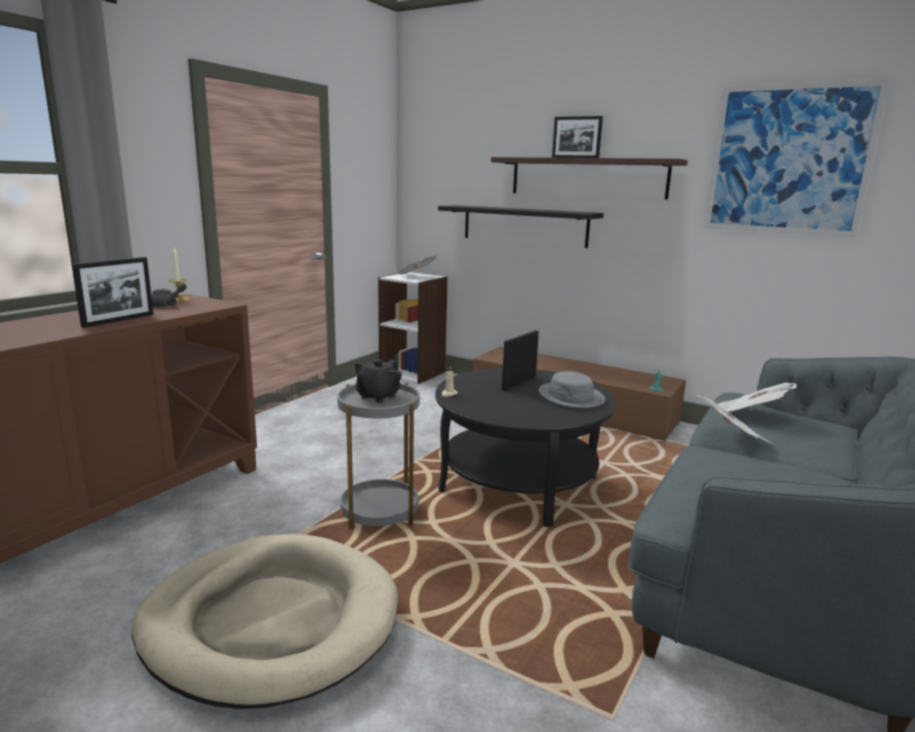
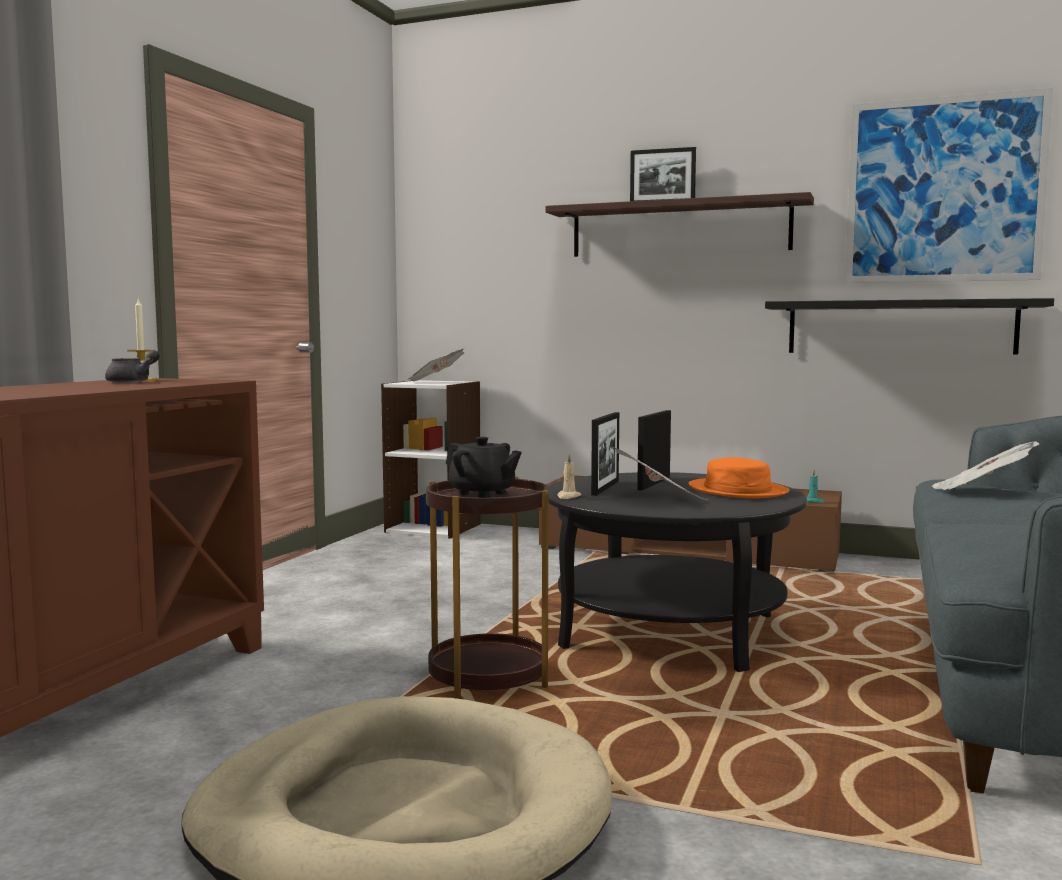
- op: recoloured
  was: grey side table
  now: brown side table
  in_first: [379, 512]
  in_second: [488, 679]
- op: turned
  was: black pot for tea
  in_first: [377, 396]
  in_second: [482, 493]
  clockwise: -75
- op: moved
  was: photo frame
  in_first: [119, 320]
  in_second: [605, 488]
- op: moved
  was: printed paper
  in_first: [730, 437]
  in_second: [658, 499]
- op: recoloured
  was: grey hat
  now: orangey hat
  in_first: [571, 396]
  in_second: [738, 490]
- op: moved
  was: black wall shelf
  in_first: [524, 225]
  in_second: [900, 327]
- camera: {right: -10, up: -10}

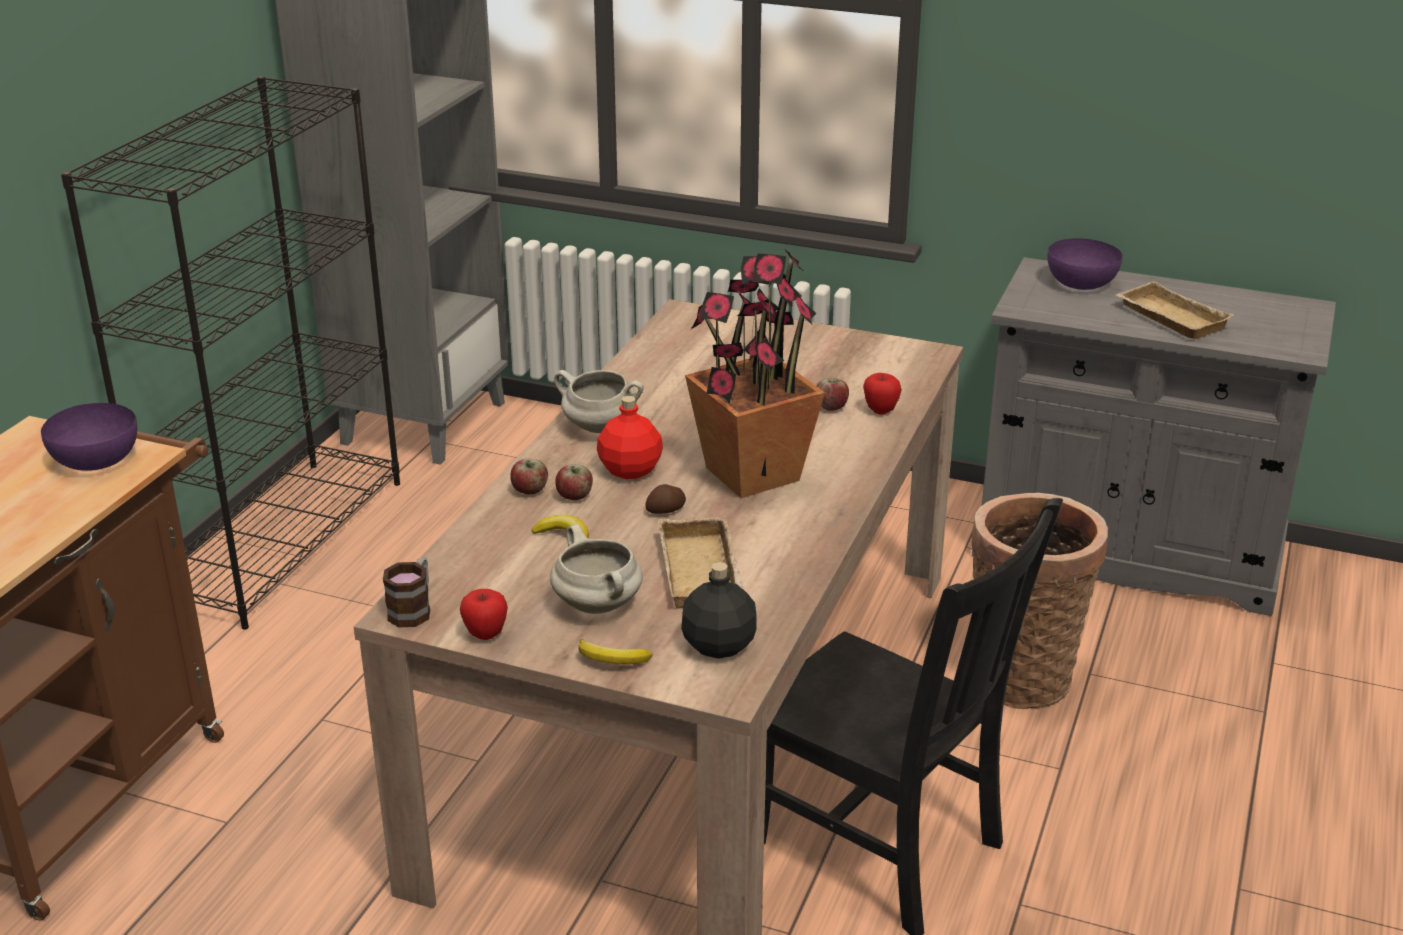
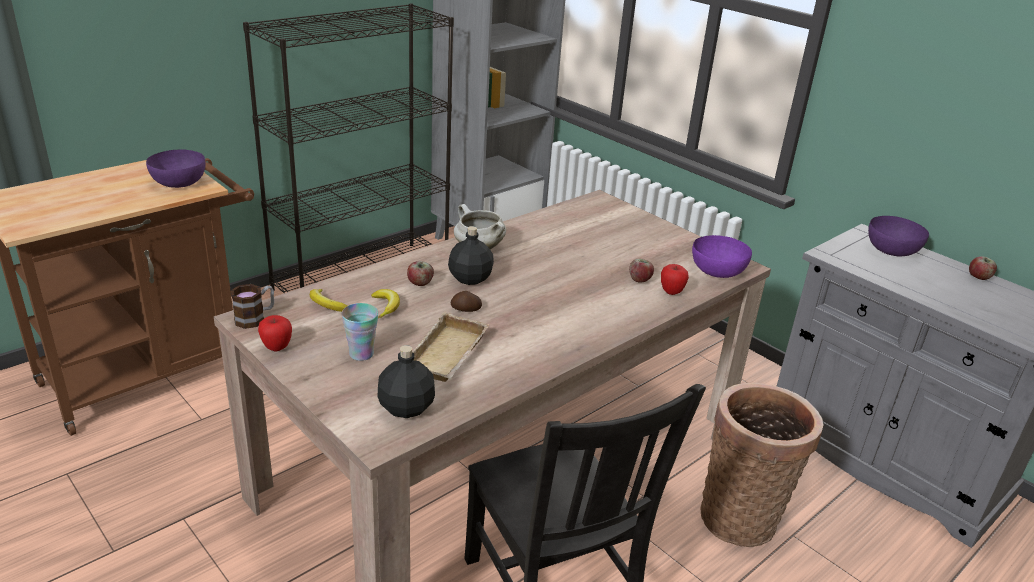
- op: moved
  was: whole banana
  in_first: [612, 660]
  in_second: [327, 305]
- op: replaced
  was: whitish saucepot
  now: small cup
  in_first: [599, 605]
  in_second: [361, 354]
- op: recoloured
  was: red beverage bottle
  now: black beverage bottle
  in_first: [629, 470]
  in_second: [469, 278]
- op: added
  now: purple-coloured deep dish
  in_second: [717, 271]
- op: moved
  was: apple fruit
  in_first: [530, 491]
  in_second: [979, 277]
- op: removed
  was: plant in a pot
  in_first: [751, 473]
- op: removed
  was: beige carrying tray
  in_first: [1168, 318]
- camera: {right: 25, up: 0}

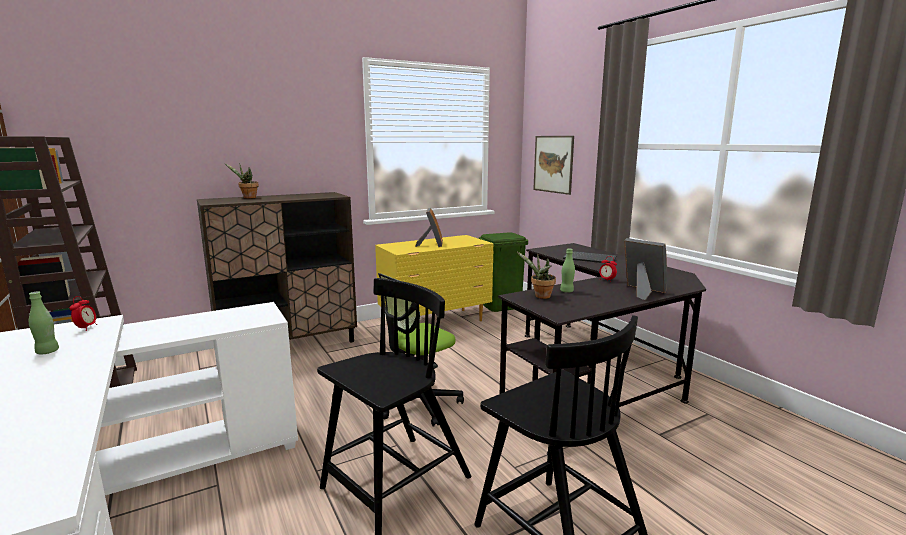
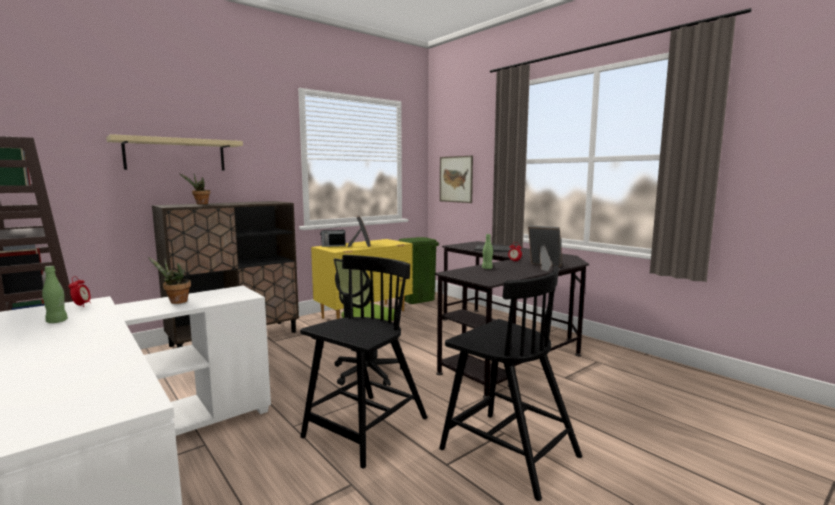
- op: added
  now: beige wall shelf
  in_second: [175, 155]
- op: moved
  was: plant in a pot
  in_first: [540, 296]
  in_second: [176, 302]
- op: added
  now: radio receiver
  in_second: [333, 246]
- camera: {right: -10, up: -5}

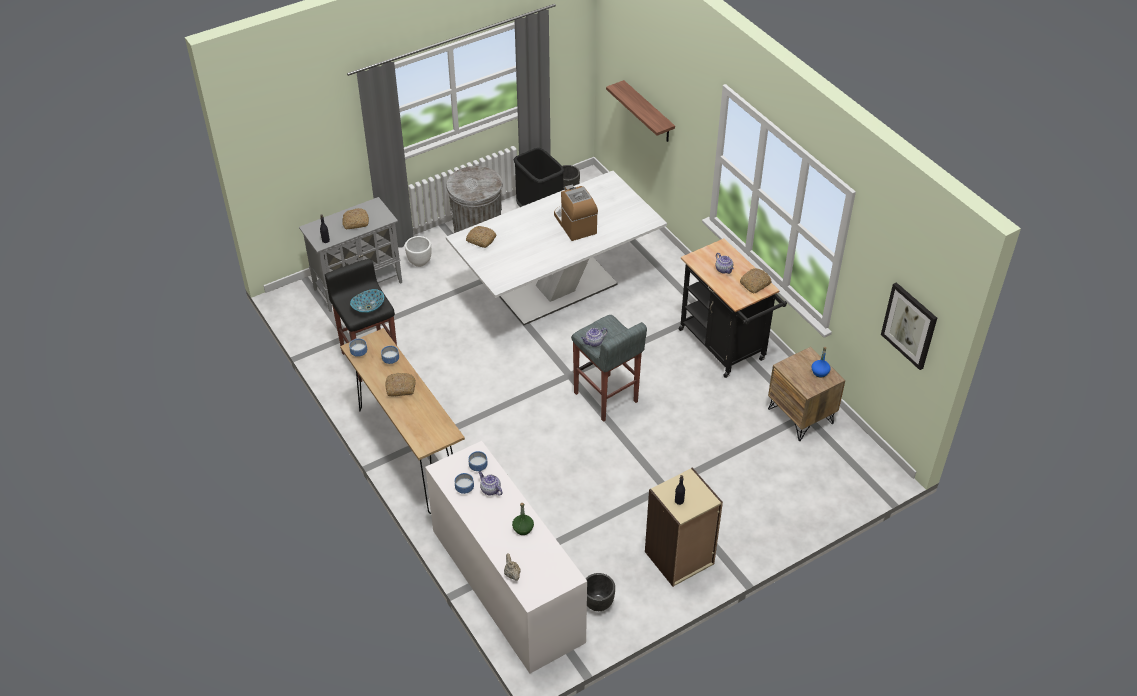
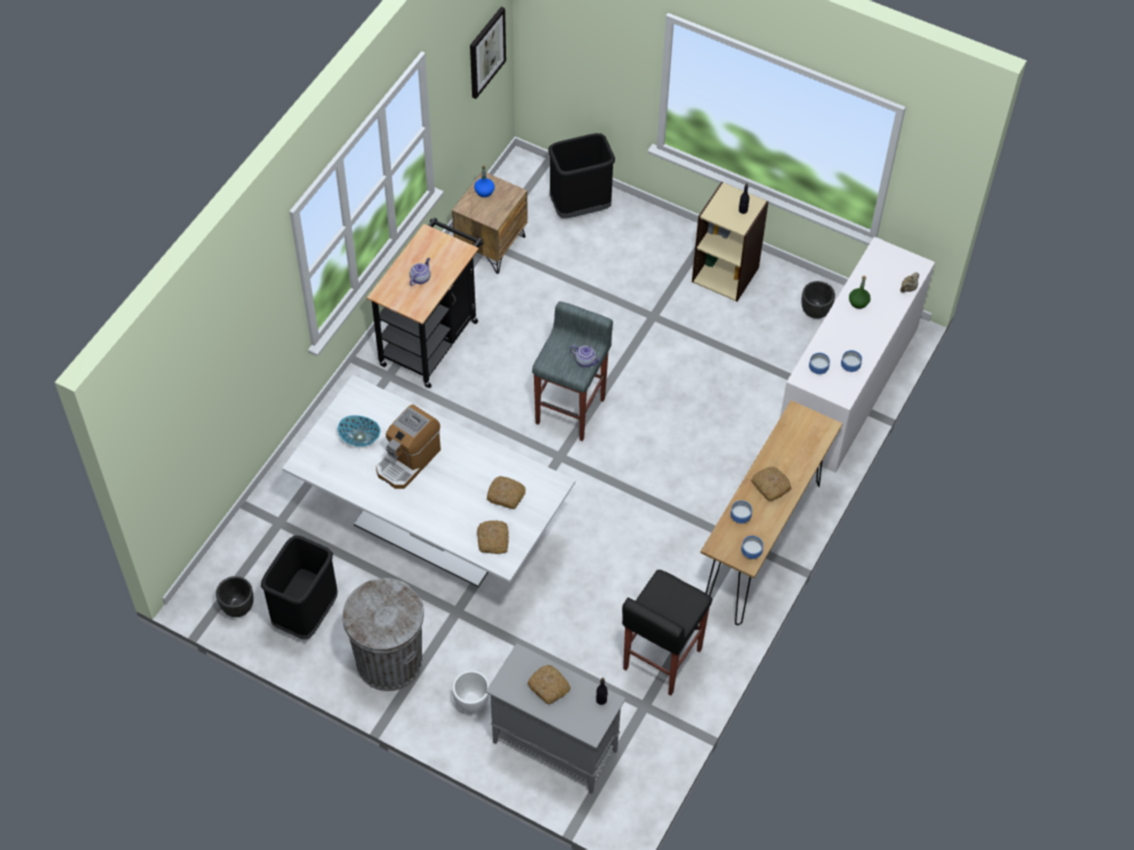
- op: moved
  was: deep dish
  in_first: [368, 307]
  in_second: [360, 437]
- op: moved
  was: baked bread
  in_first: [755, 284]
  in_second: [506, 495]
- op: added
  now: black rubbish bin
  in_second: [580, 207]
- op: removed
  was: pot for tea
  in_first: [490, 489]
- op: removed
  was: wall shelf
  in_first: [648, 112]
- camera: {right: -120, up: 10}

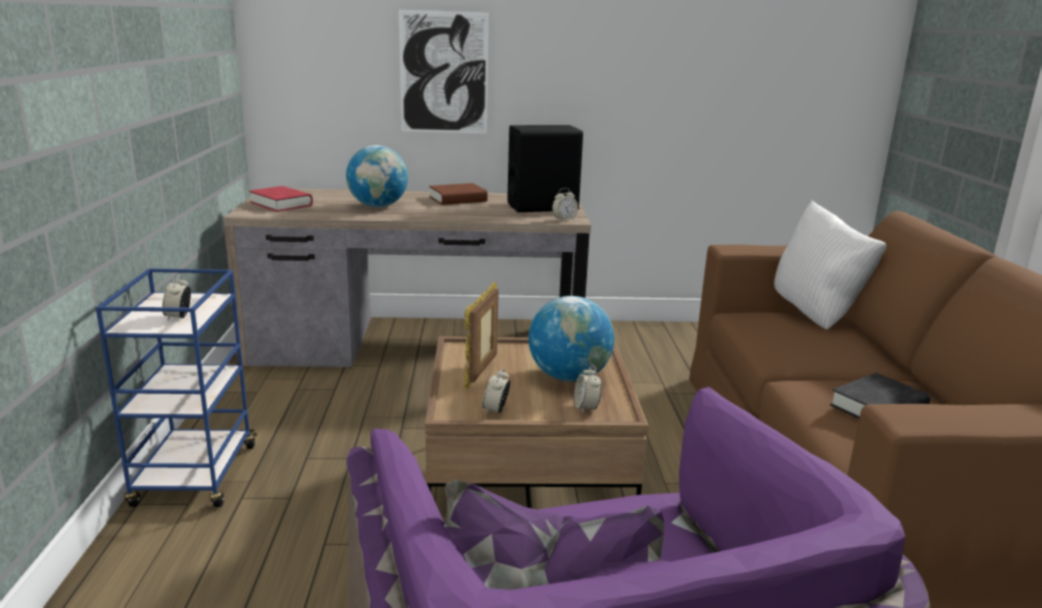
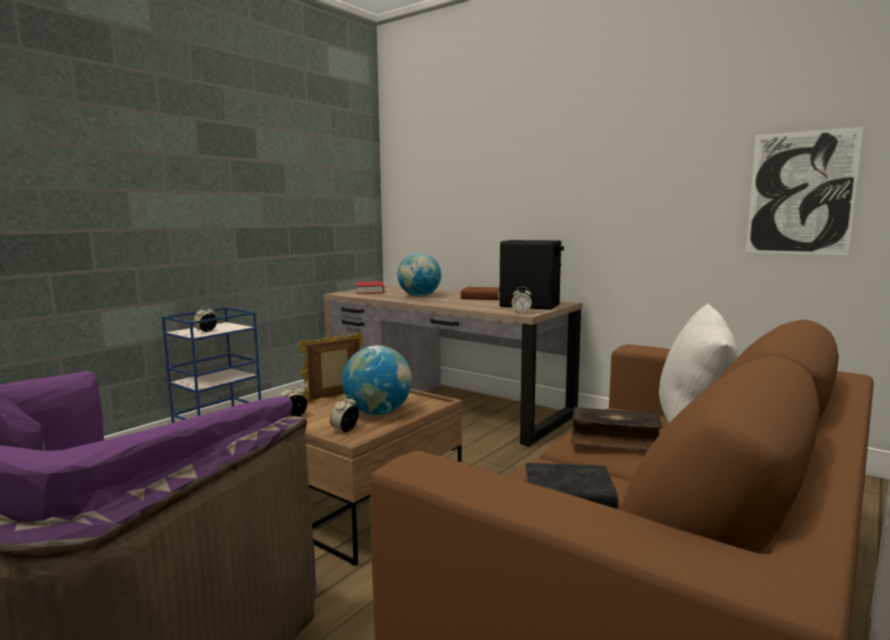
- op: added
  now: bound book
  in_second: [614, 439]
- op: moved
  was: picture
  in_first: [444, 73]
  in_second: [800, 193]
- camera: {right: 40, up: -10}

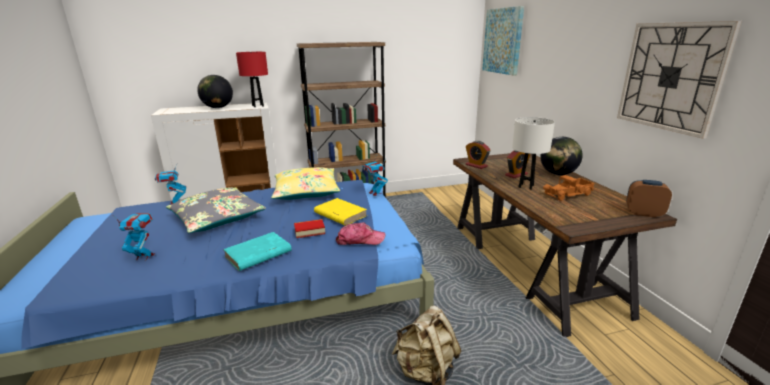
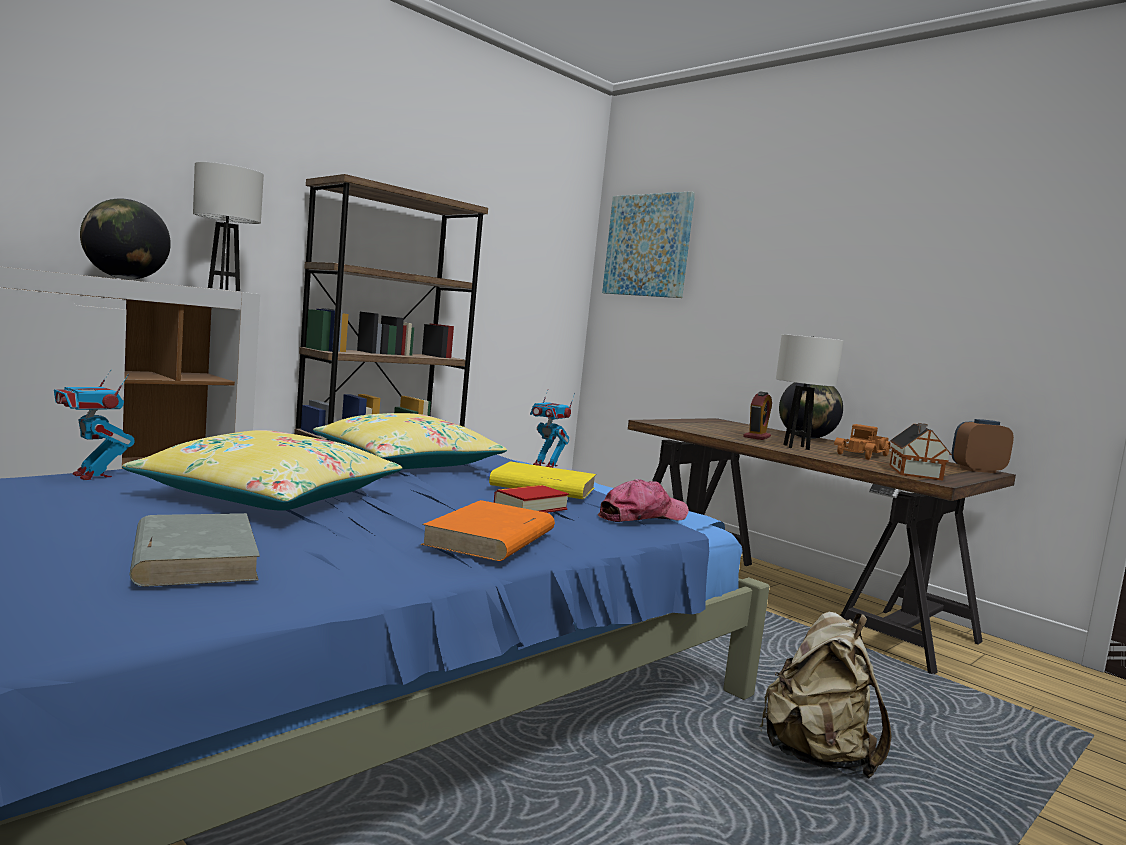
- op: recoloured
  was: grey cushion
  now: yellow cushion
  in_first: [217, 218]
  in_second: [270, 496]
- op: replaced
  was: robot figure
  now: grey bound book
  in_first: [144, 257]
  in_second: [194, 557]
- op: recoloured
  was: red table lamp
  now: whitish table lamp
  in_first: [258, 106]
  in_second: [224, 289]
- op: recoloured
  was: turquoise-coloured bound book
  now: orangey bound book
  in_first: [257, 254]
  in_second: [490, 538]
- op: added
  now: toy house
  in_second: [914, 473]
- op: removed
  was: table clock
  in_first: [476, 165]
- op: removed
  was: hanging clock
  in_first: [671, 77]
- camera: {right: -30, up: -15}

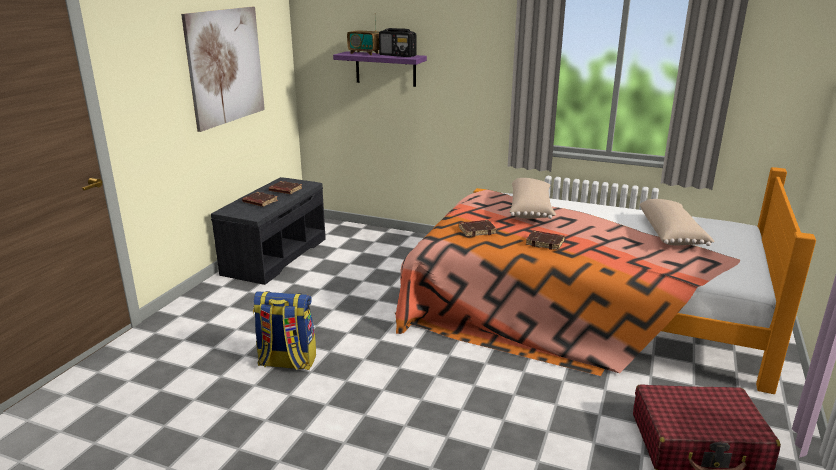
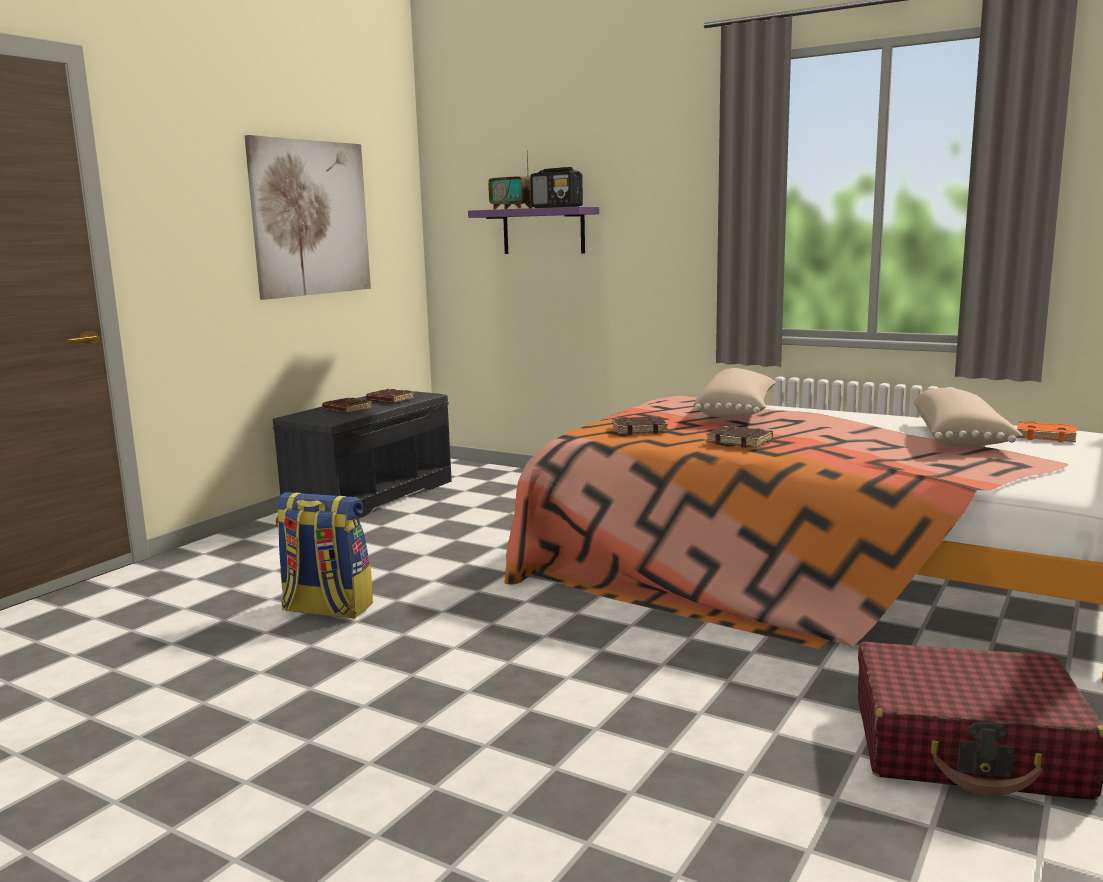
- op: added
  now: orangey bound book
  in_second: [1046, 436]
- camera: {right: 10, up: -10}

